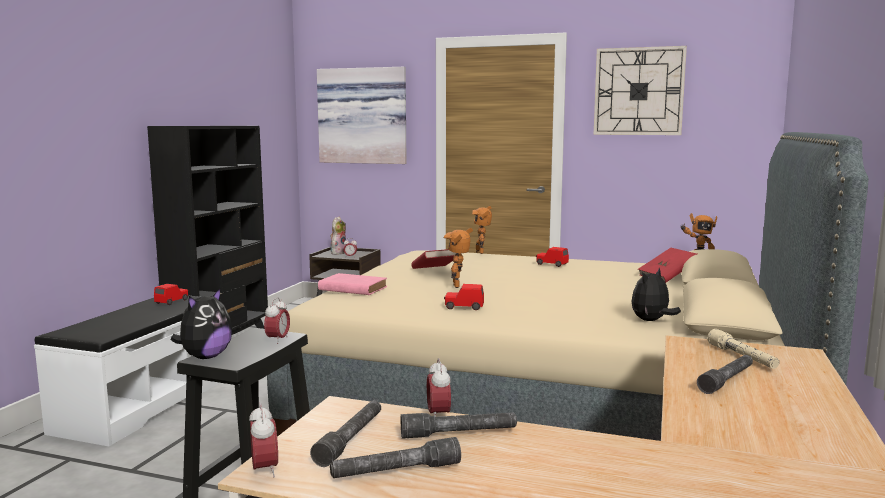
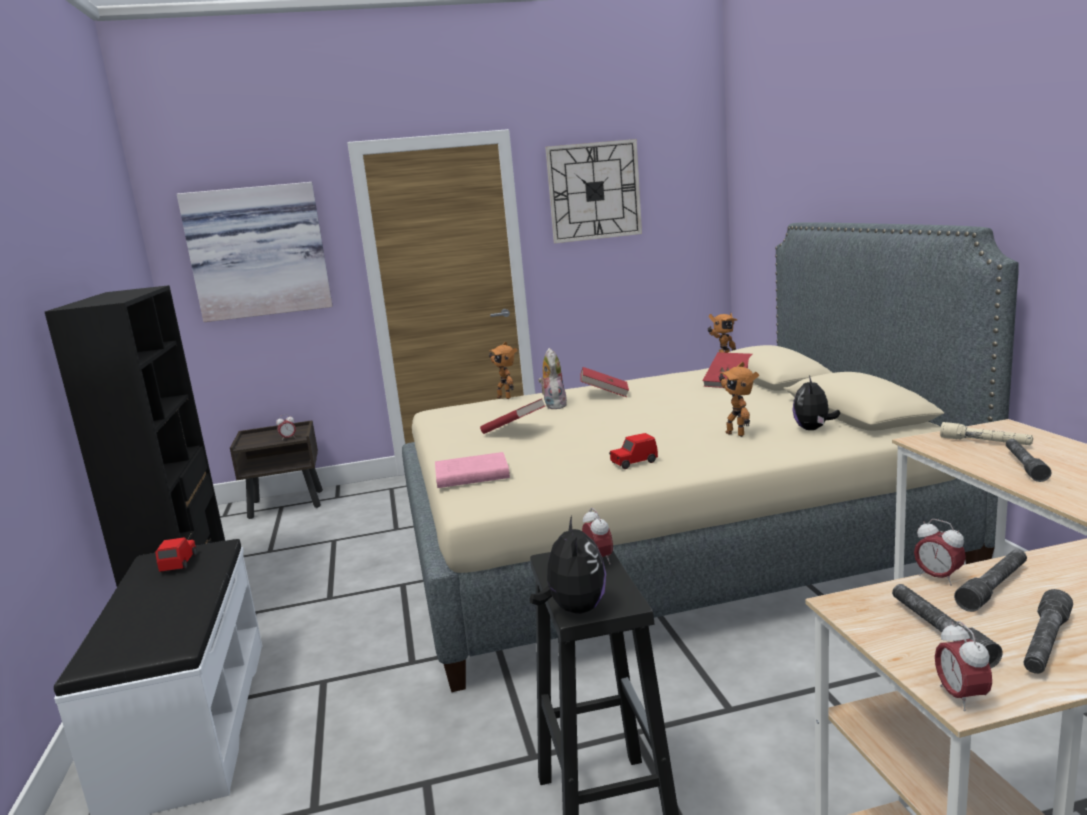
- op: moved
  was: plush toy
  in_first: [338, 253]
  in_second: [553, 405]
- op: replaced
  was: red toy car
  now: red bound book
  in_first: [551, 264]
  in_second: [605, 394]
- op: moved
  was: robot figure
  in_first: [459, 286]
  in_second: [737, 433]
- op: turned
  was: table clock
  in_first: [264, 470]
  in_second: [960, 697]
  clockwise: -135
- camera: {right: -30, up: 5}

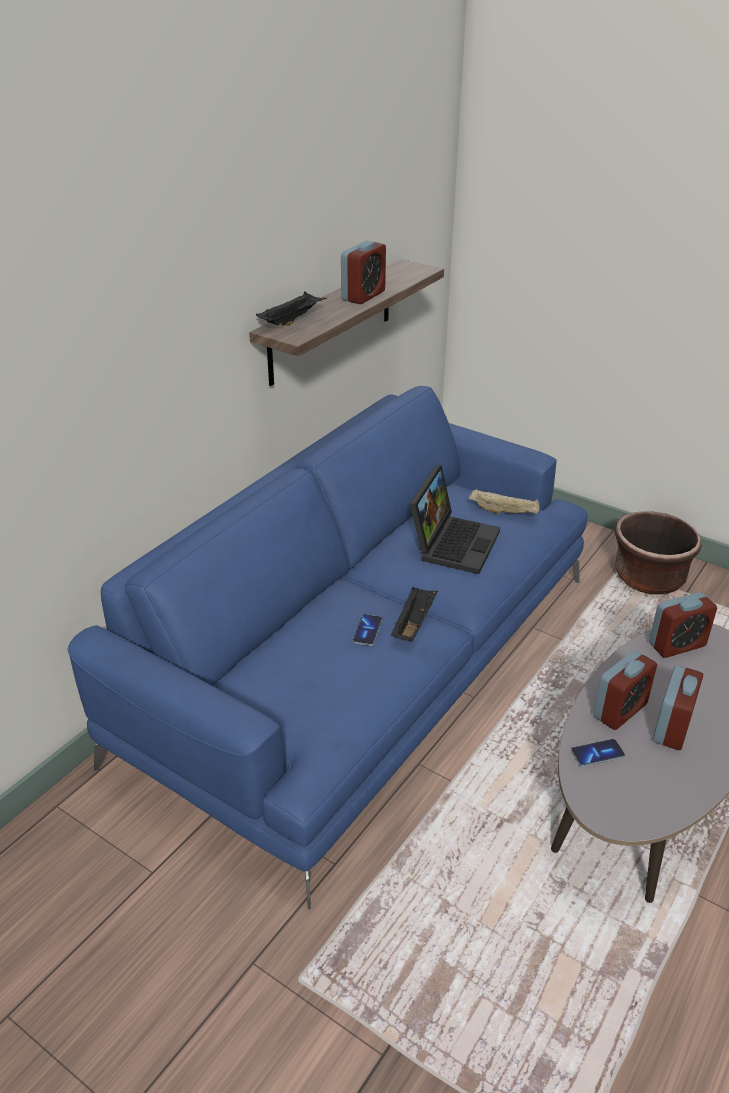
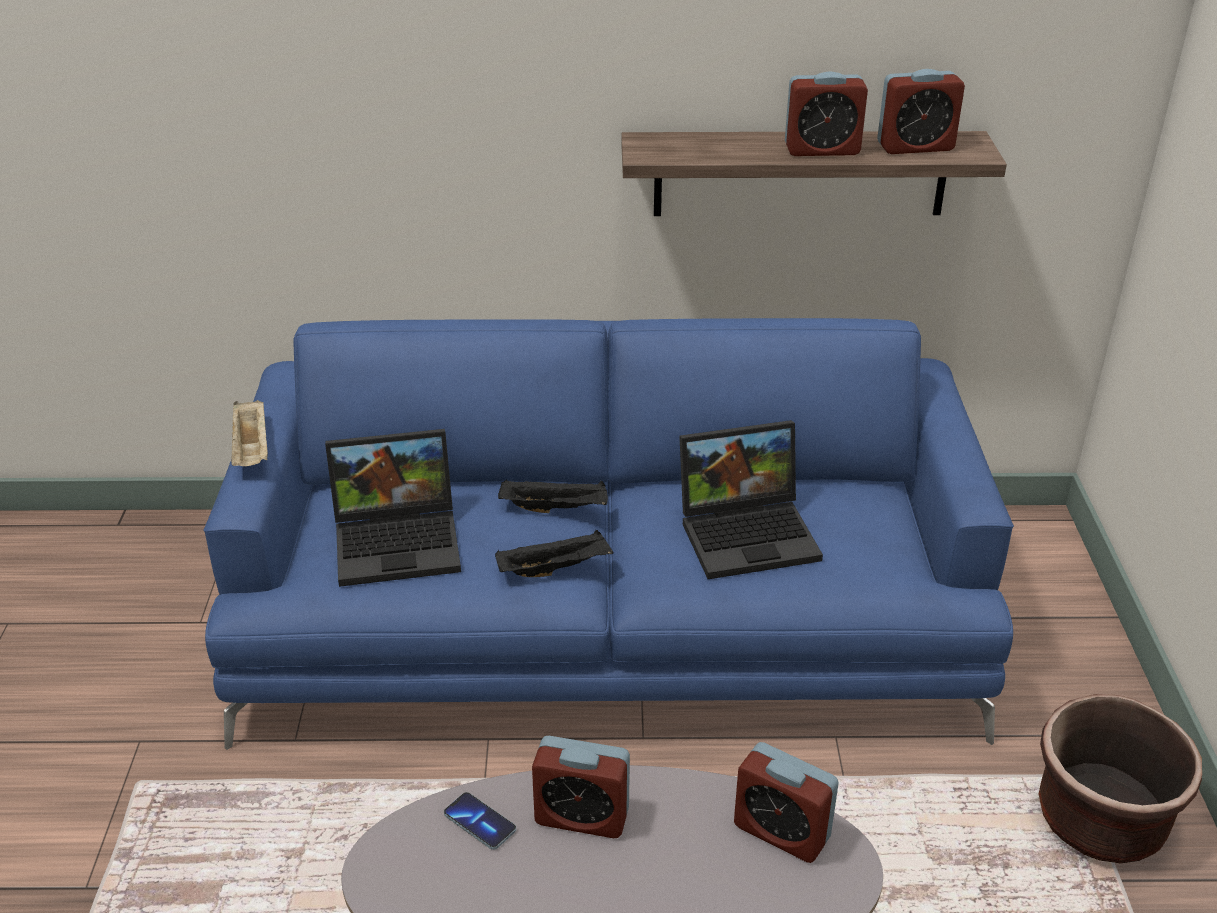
- op: moved
  was: beige carrying tray
  in_first: [504, 512]
  in_second: [252, 450]
- op: added
  now: notebook computer
  in_second: [400, 541]
- op: moved
  was: black carrying tray
  in_first: [292, 320]
  in_second: [556, 508]
- op: moved
  was: table clock
  in_first: [672, 728]
  in_second: [915, 147]
- op: removed
  was: phone
  in_first: [367, 631]
- camera: {right: 55, up: 0}

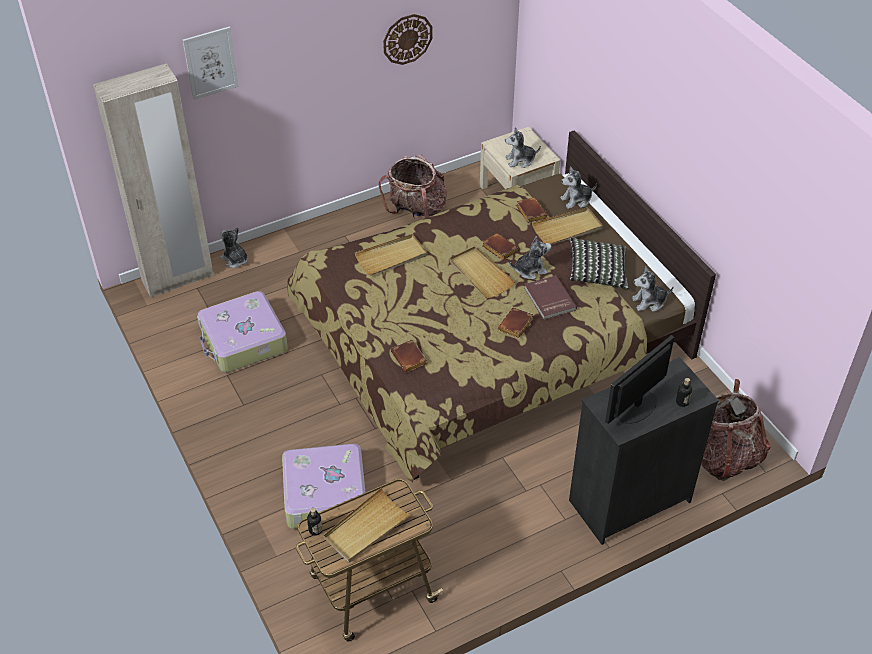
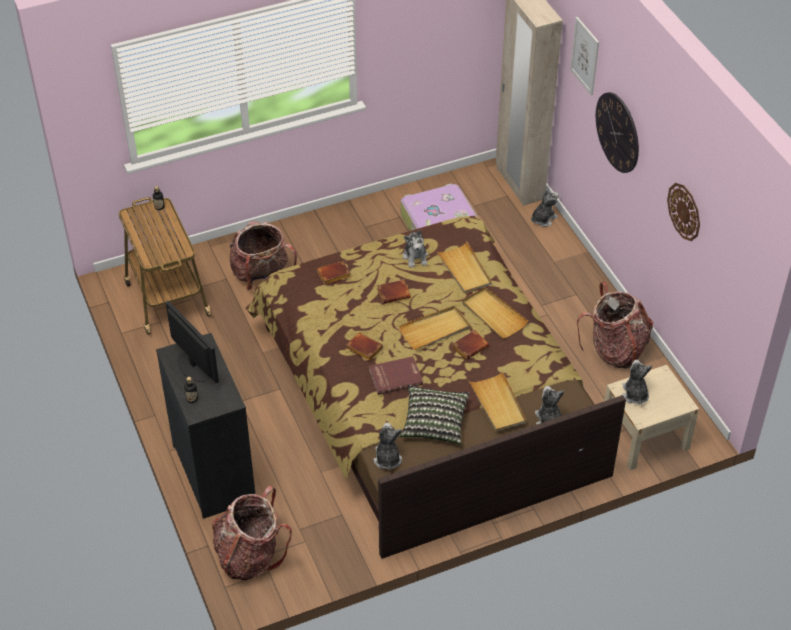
- op: replaced
  was: suitcase
  now: knapsack
  in_first: [326, 495]
  in_second: [261, 275]
- op: moved
  was: brown bound book
  in_first: [530, 212]
  in_second: [394, 293]
- op: moved
  was: plush toy
  in_first: [530, 270]
  in_second: [415, 257]
- op: moved
  was: beige carrying tray
  in_first: [366, 528]
  in_second: [493, 314]
- op: added
  now: hanging clock
  in_second: [617, 132]
- camera: {right: 95, up: 0}

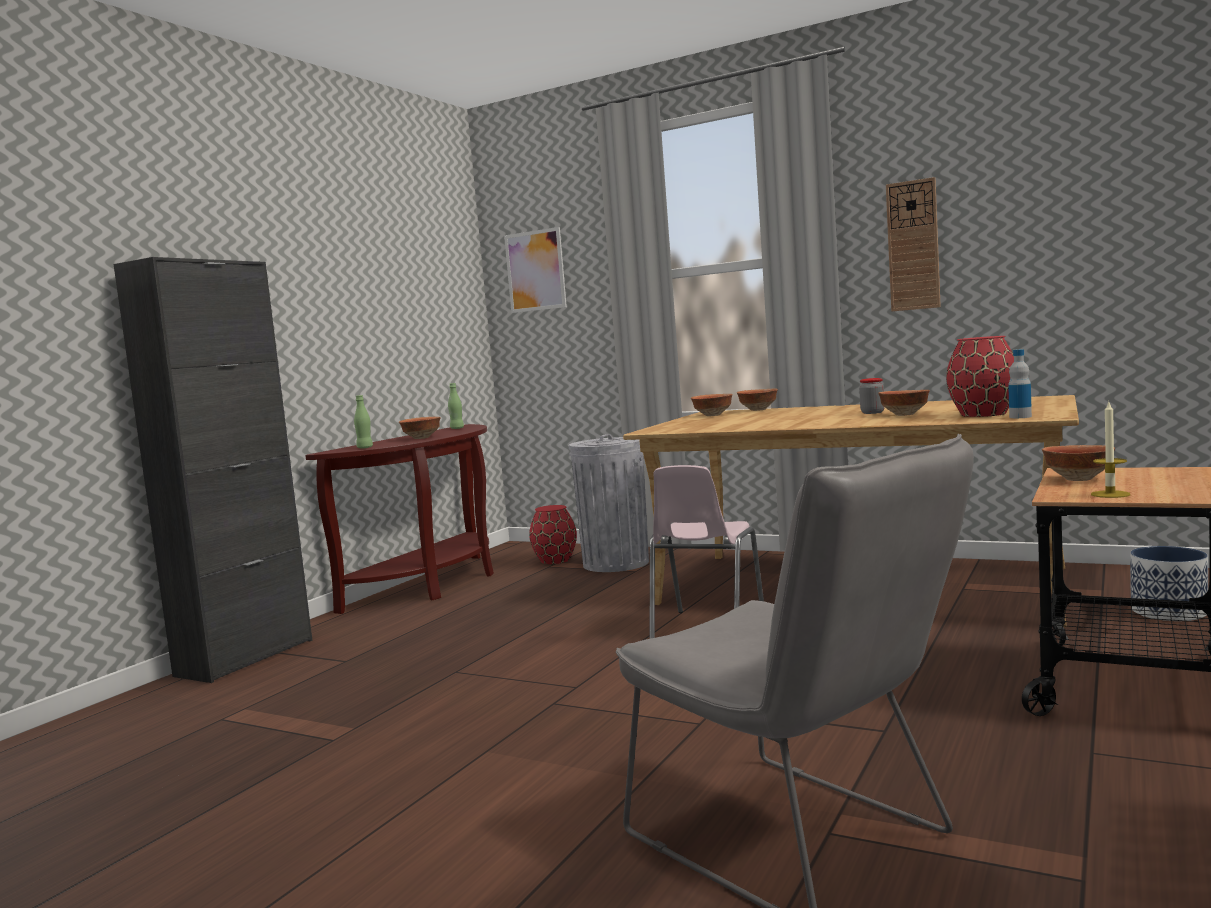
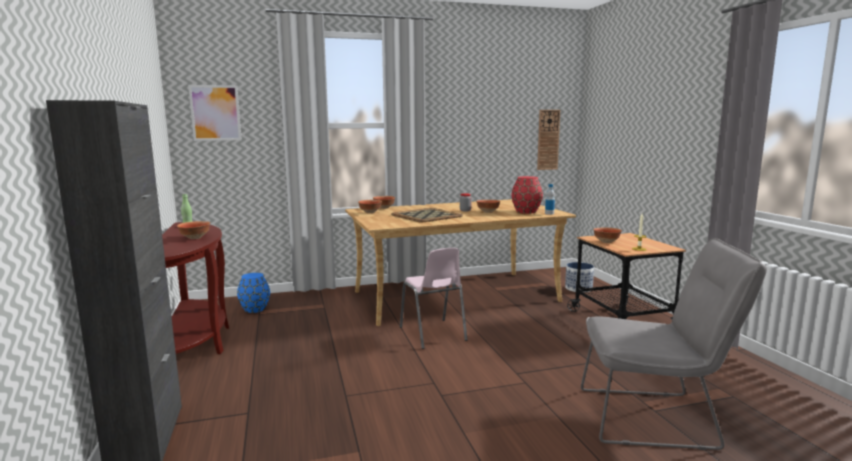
- op: recoloured
  was: red vase
  now: blue vase
  in_first: [556, 560]
  in_second: [255, 309]
- op: added
  now: carrying tray
  in_second: [427, 215]
- op: moved
  was: hanging clock
  in_first: [913, 245]
  in_second: [548, 140]
- op: removed
  was: green-coloured beverage bottle
  in_first: [365, 448]
- op: removed
  was: grey rubbish bin
  in_first: [616, 563]
- camera: {right: -45, up: 5}

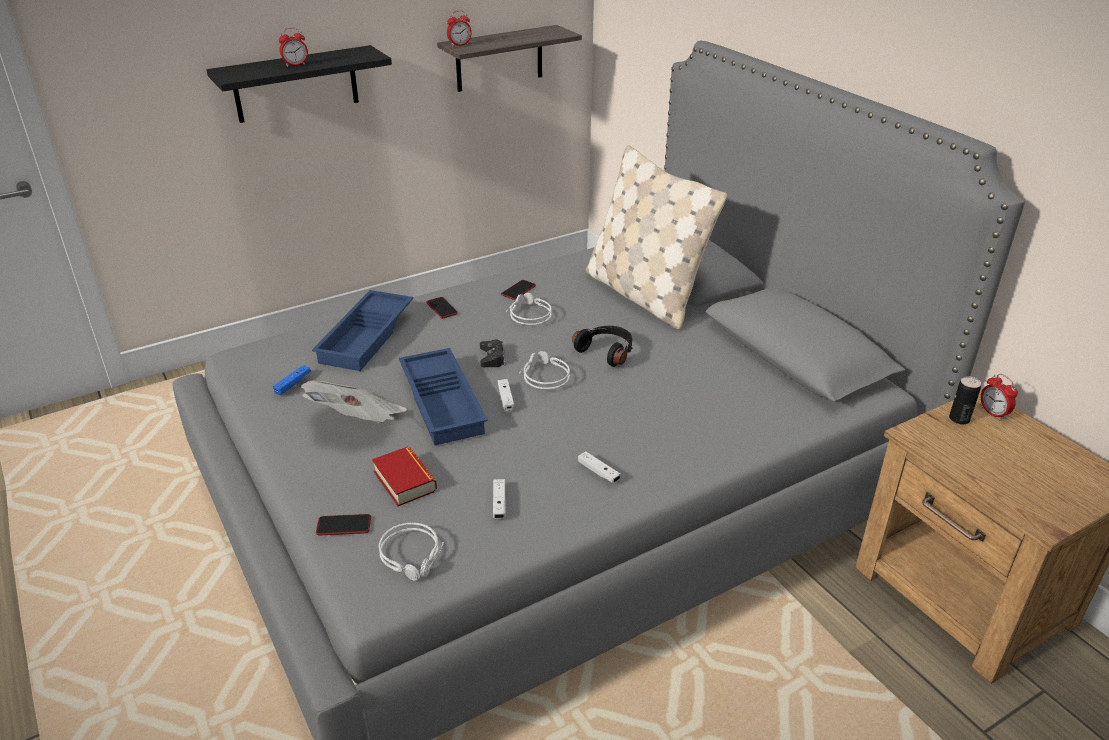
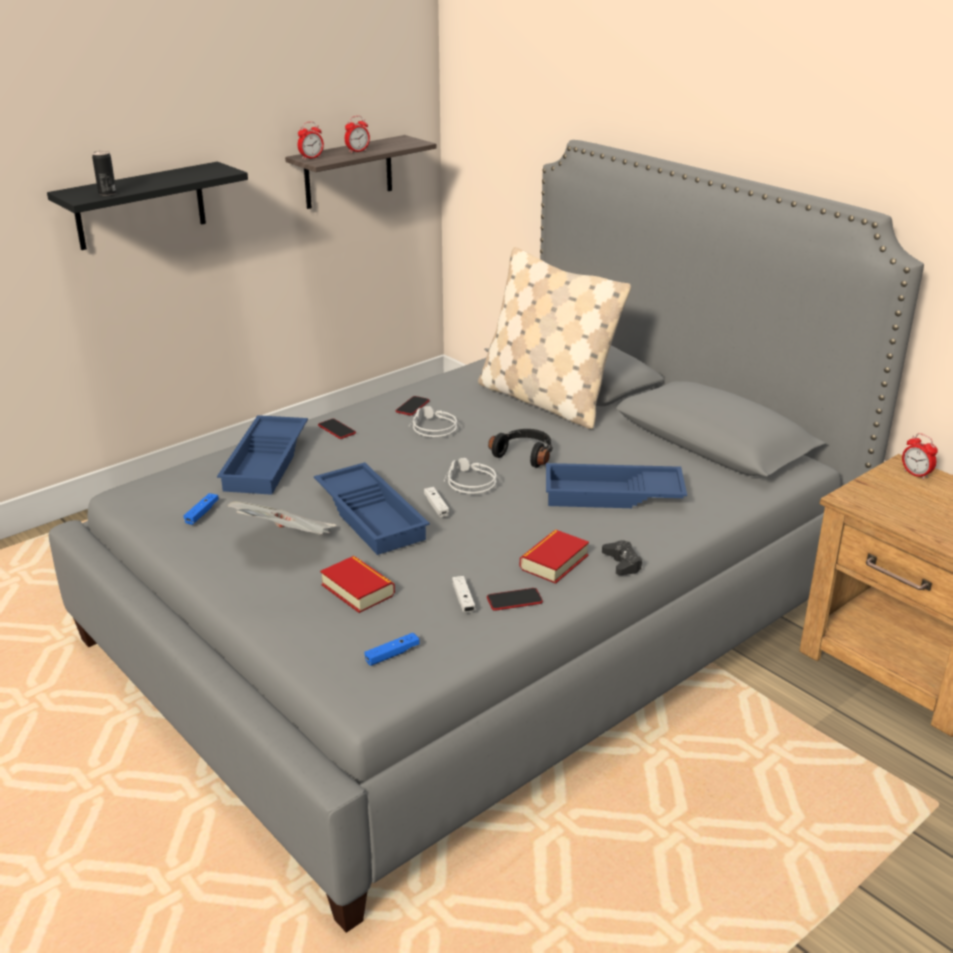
- op: moved
  was: can
  in_first: [959, 419]
  in_second: [107, 193]
- op: moved
  was: table clock
  in_first: [295, 65]
  in_second: [357, 151]
- op: replaced
  was: grey pair of headphones
  now: blue joypad
  in_first: [413, 556]
  in_second: [392, 654]
- op: moved
  was: phone
  in_first: [344, 525]
  in_second: [514, 600]
- op: replaced
  was: whitish joypad
  now: bound book
  in_first: [598, 472]
  in_second: [554, 562]
- op: added
  now: blue carrying tray
  in_second: [612, 495]
- op: moved
  was: black joypad
  in_first: [492, 358]
  in_second: [622, 563]
- camera: {right: -10, up: -5}

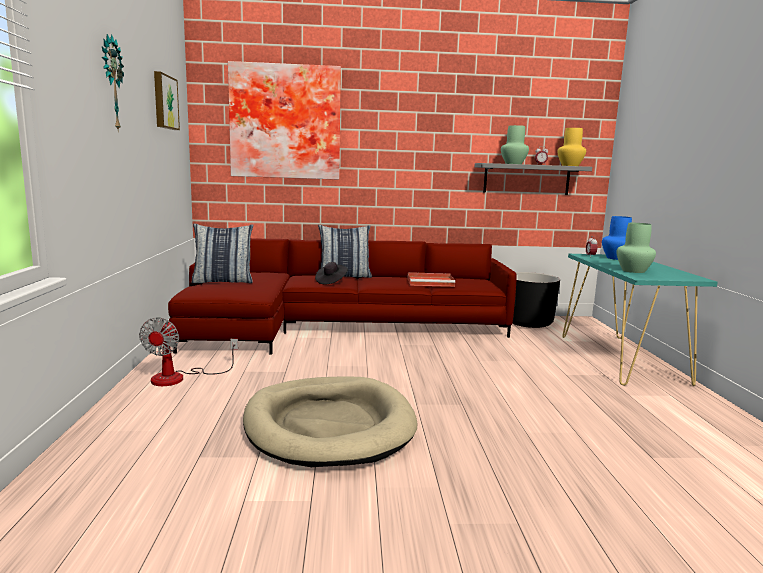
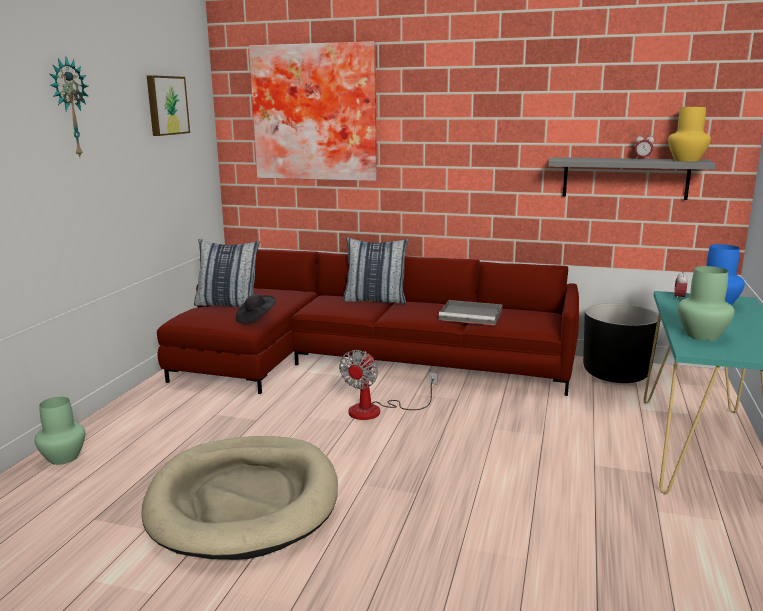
- op: moved
  was: green-coloured vase
  in_first: [514, 164]
  in_second: [64, 457]
- op: moved
  was: black hat
  in_first: [331, 281]
  in_second: [256, 318]
- op: moved
  was: cooling fan
  in_first: [179, 378]
  in_second: [376, 411]
- op: recoloured
  was: red carrying tray
  now: grey carrying tray
  in_first: [431, 282]
  in_second: [472, 315]
- camera: {right: 20, up: 5}

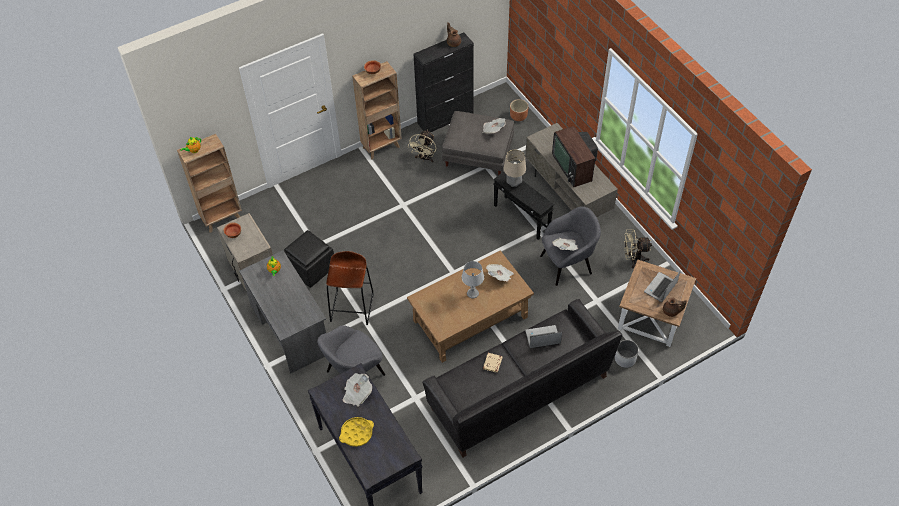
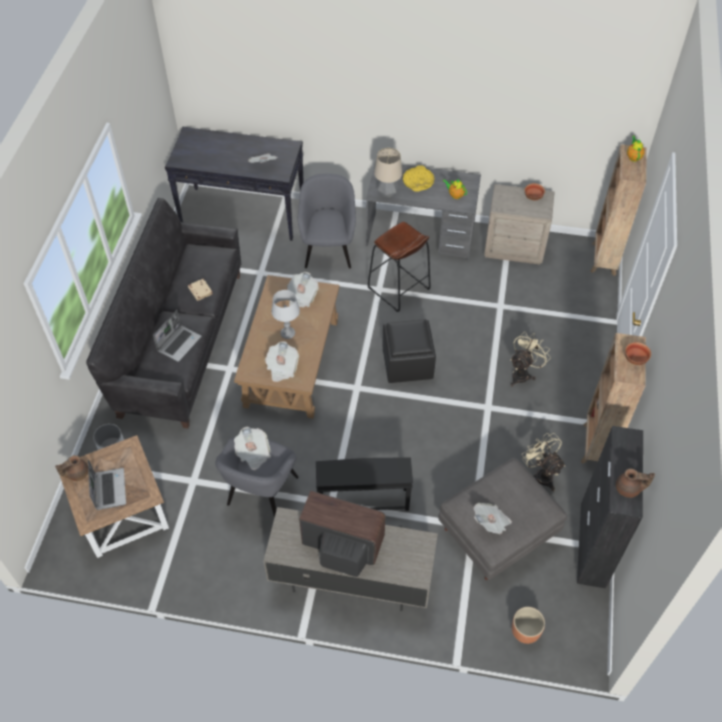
- op: added
  now: printed paper
  in_second: [301, 297]
- op: moved
  was: table lamp
  in_first: [514, 183]
  in_second: [387, 193]
- op: moved
  was: black footrest
  in_first: [311, 268]
  in_second: [408, 364]
- op: moved
  was: yellow carrying tray
  in_first: [356, 433]
  in_second: [418, 181]
- op: moved
  was: beige cooling fan
  in_first: [633, 259]
  in_second: [523, 373]
- camera: {right: 130, up: 0}

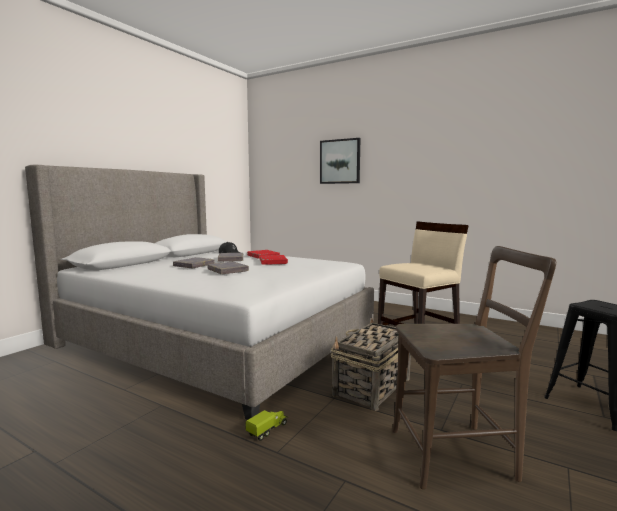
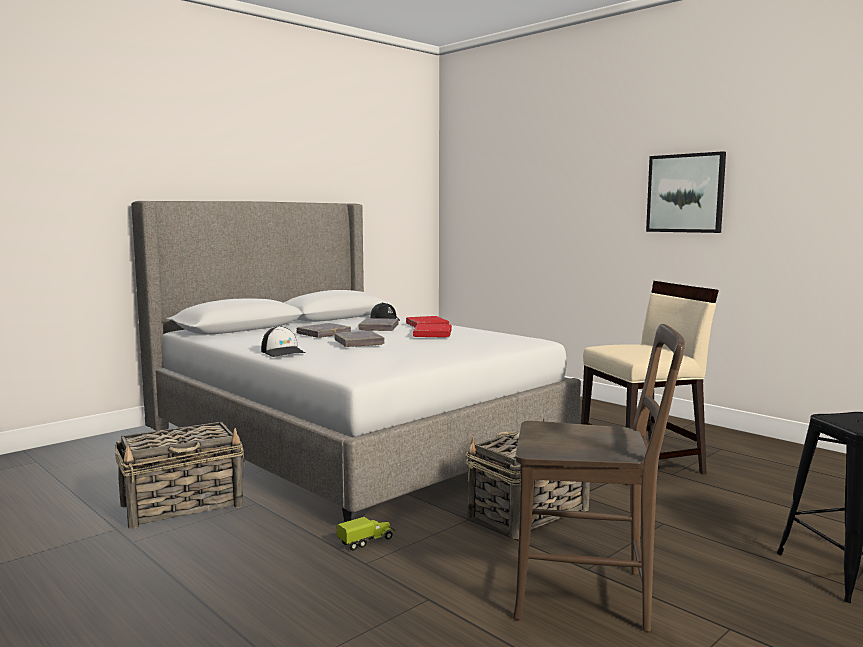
- op: added
  now: storage basket
  in_second: [183, 505]
- op: added
  now: baseball cap
  in_second: [283, 352]
- op: moved
  was: picture
  in_first: [340, 161]
  in_second: [685, 193]
- camera: {right: 15, up: 0}

